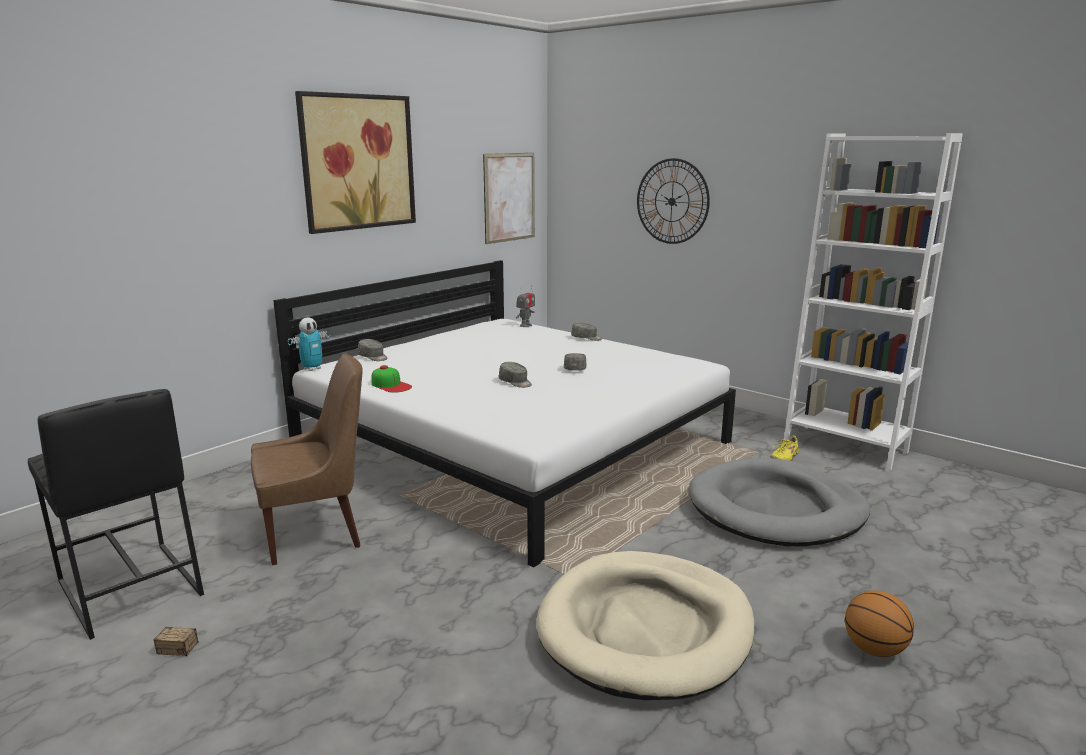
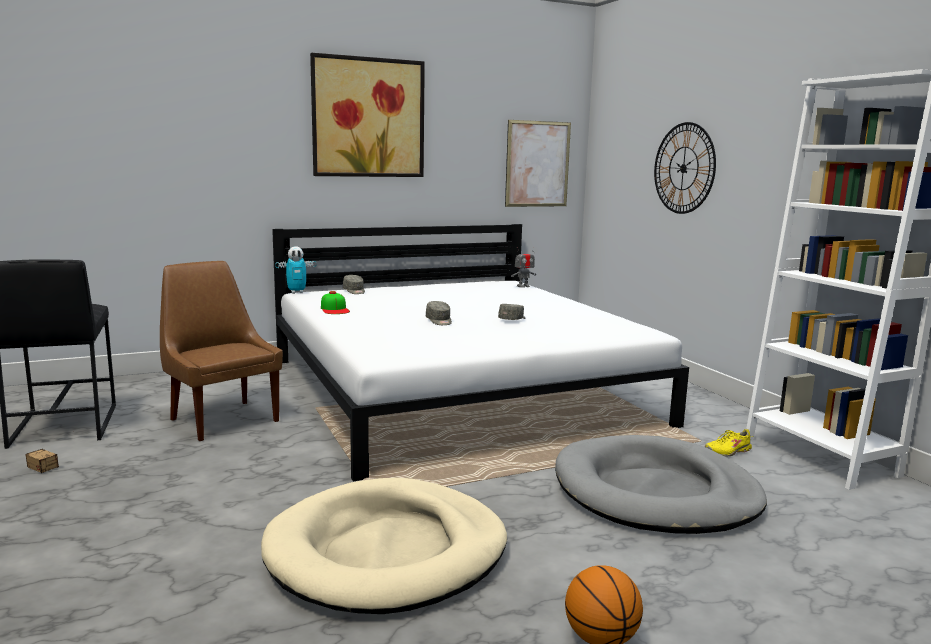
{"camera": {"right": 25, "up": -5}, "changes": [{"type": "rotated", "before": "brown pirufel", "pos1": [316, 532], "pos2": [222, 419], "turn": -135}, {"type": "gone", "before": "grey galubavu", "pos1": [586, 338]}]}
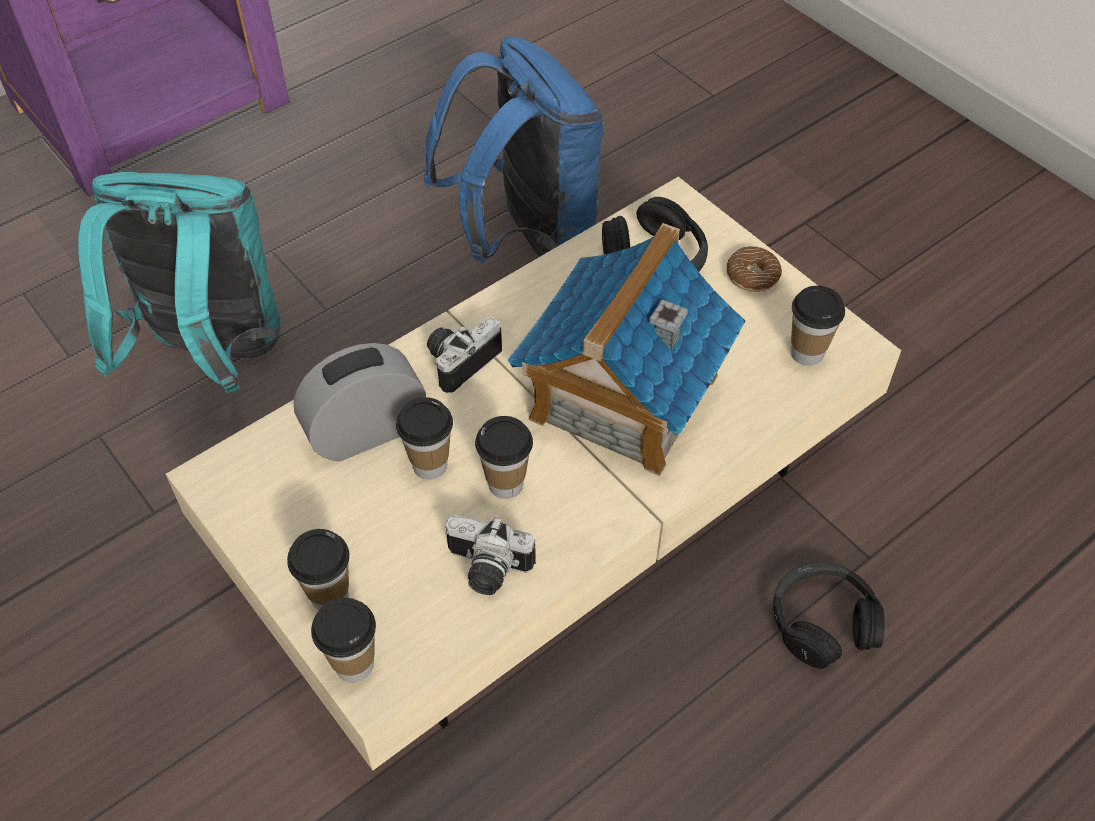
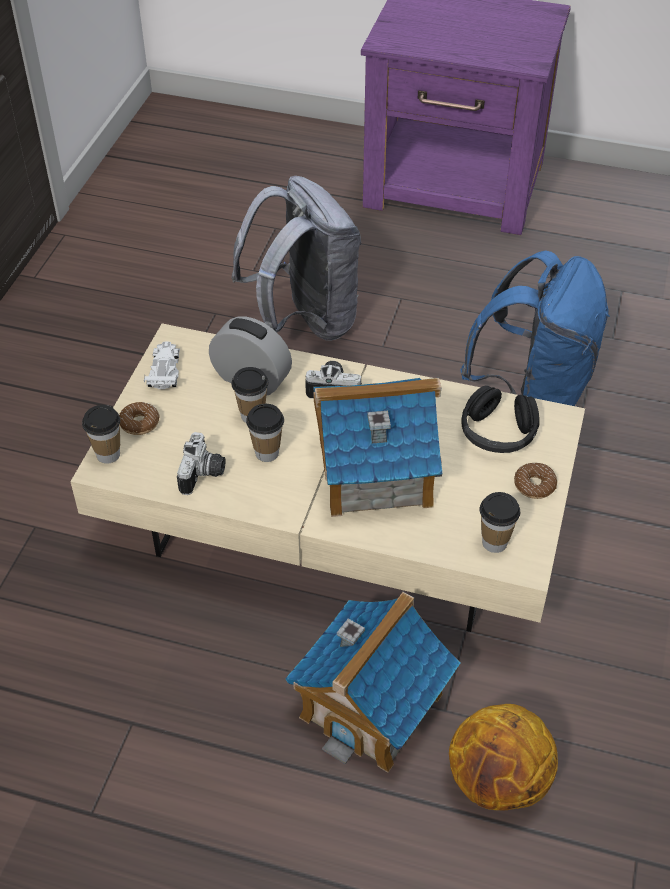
{"camera": {"right": 55, "up": -5}, "changes": [{"type": "swapped", "before": "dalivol", "after": "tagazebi", "pos1": [330, 596], "pos2": [139, 423]}, {"type": "new", "after": "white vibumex", "pos2": [164, 371]}, {"type": "rotated", "before": "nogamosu", "pos1": [486, 570], "pos2": [204, 475], "turn": -150}, {"type": "repainted", "before": "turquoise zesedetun", "after": "grey zesedetun", "pos1": [210, 356], "pos2": [304, 320]}, {"type": "swapped", "before": "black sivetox", "after": "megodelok", "pos1": [822, 621], "pos2": [372, 705]}, {"type": "new", "after": "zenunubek", "pos2": [498, 782]}]}
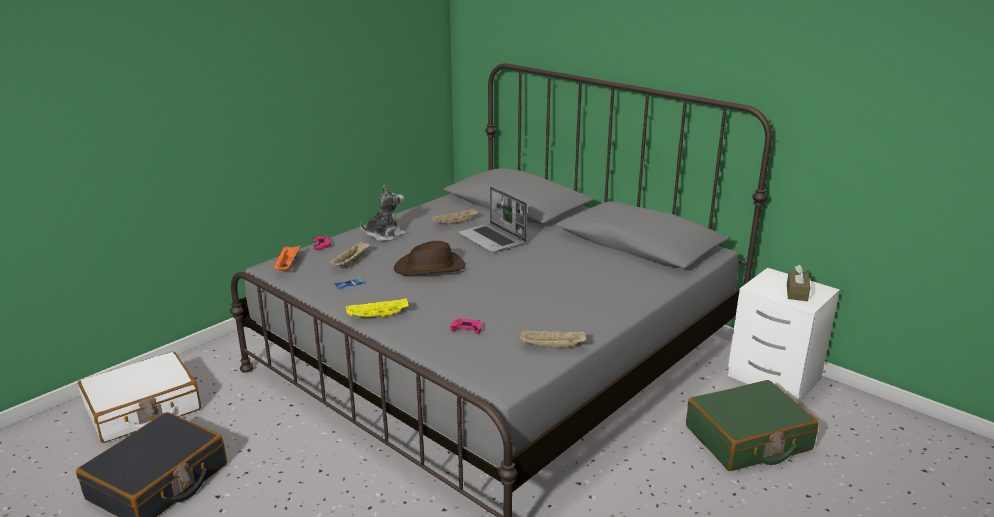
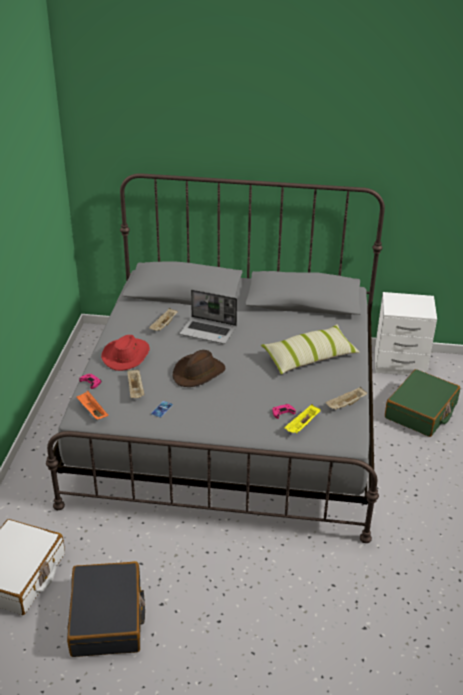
{"camera": {"right": -35, "up": 10}, "changes": [{"type": "swapped", "before": "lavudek", "after": "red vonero", "pos1": [384, 235], "pos2": [126, 355]}, {"type": "new", "after": "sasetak", "pos2": [309, 357]}, {"type": "shifted", "before": "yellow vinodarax", "pos1": [377, 317], "pos2": [302, 426]}, {"type": "gone", "before": "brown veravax", "pos1": [797, 292]}]}
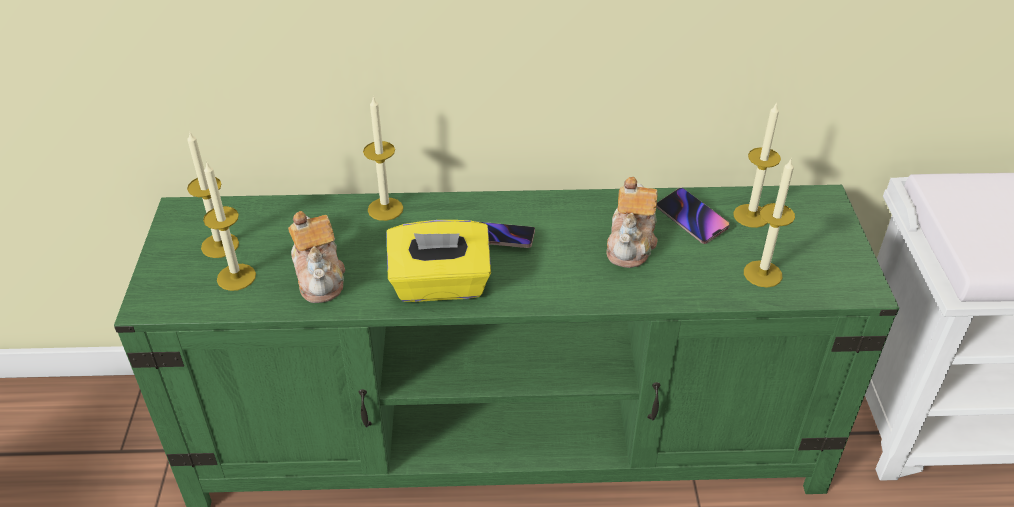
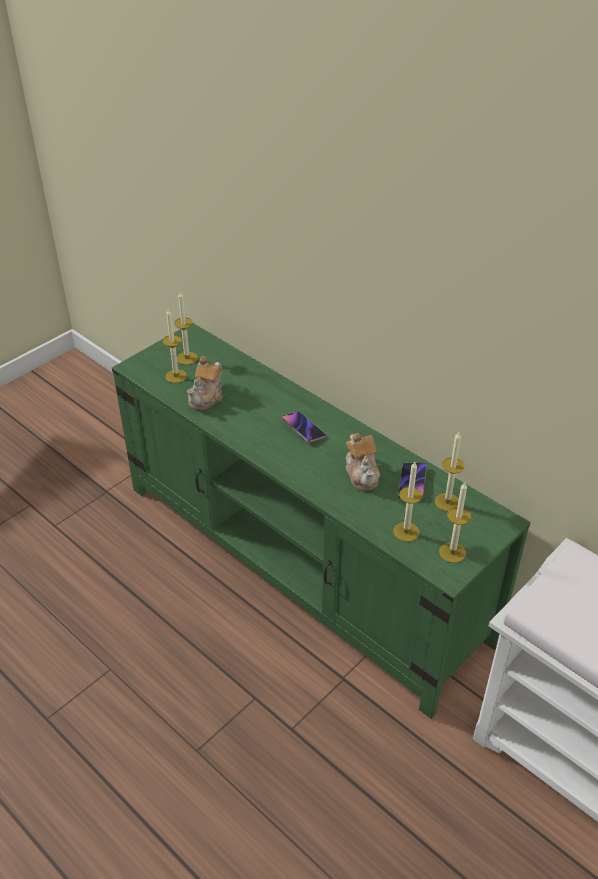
{"camera": {"right": 45, "up": 0}, "changes": [{"type": "rotated", "before": "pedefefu", "pos1": [631, 244], "pos2": [362, 474], "turn": -75}, {"type": "shifted", "before": "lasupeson", "pos1": [385, 209], "pos2": [452, 552]}, {"type": "gone", "before": "yellow veravax", "pos1": [440, 285]}]}
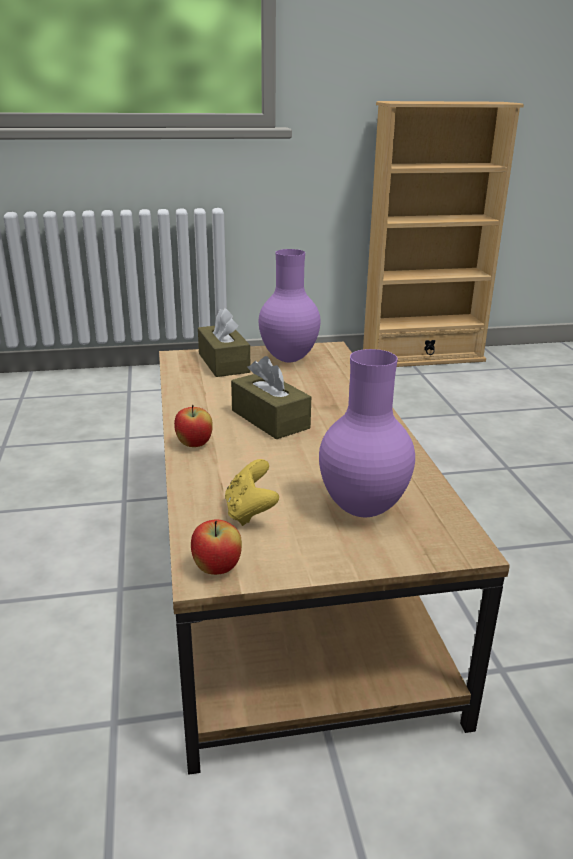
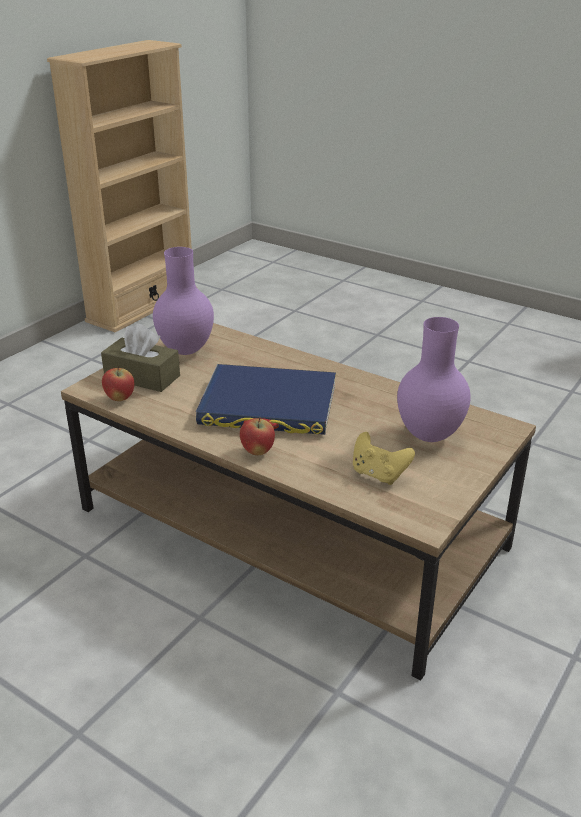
{"camera": {"right": -45, "up": 5}, "changes": [{"type": "shifted", "before": "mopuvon", "pos1": [217, 569], "pos2": [120, 399]}, {"type": "swapped", "before": "brown veravax", "after": "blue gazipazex", "pos1": [270, 419], "pos2": [268, 406]}]}
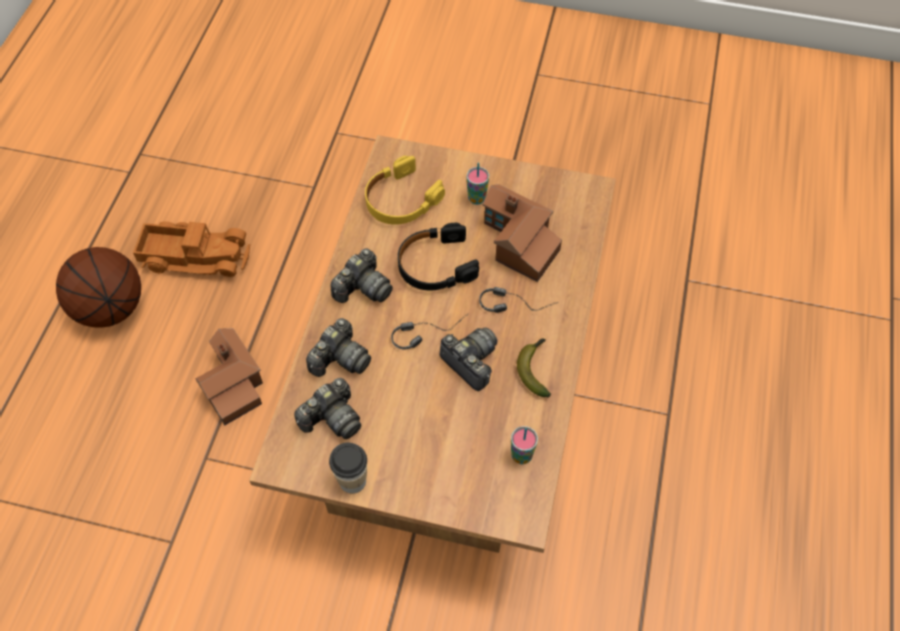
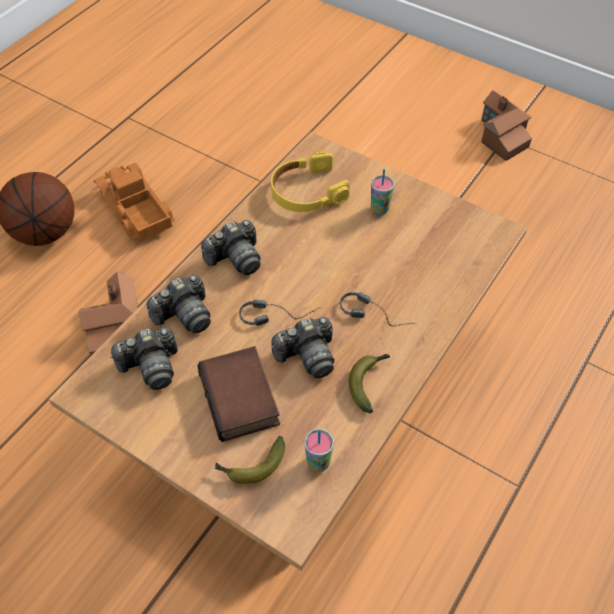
{"camera": {"right": 20, "up": -5}, "changes": [{"type": "rotated", "before": "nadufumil", "pos1": [195, 255], "pos2": [134, 210], "turn": -150}, {"type": "new", "after": "gazipazex", "pos2": [242, 398]}, {"type": "new", "after": "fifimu", "pos2": [251, 466]}, {"type": "rotated", "before": "nogamosu", "pos1": [471, 362], "pos2": [307, 356], "turn": 90}, {"type": "shifted", "before": "megodelok", "pos1": [517, 242], "pos2": [500, 136]}, {"type": "gone", "before": "dalivol", "pos1": [352, 480]}, {"type": "gone", "before": "black sivetox", "pos1": [435, 265]}]}
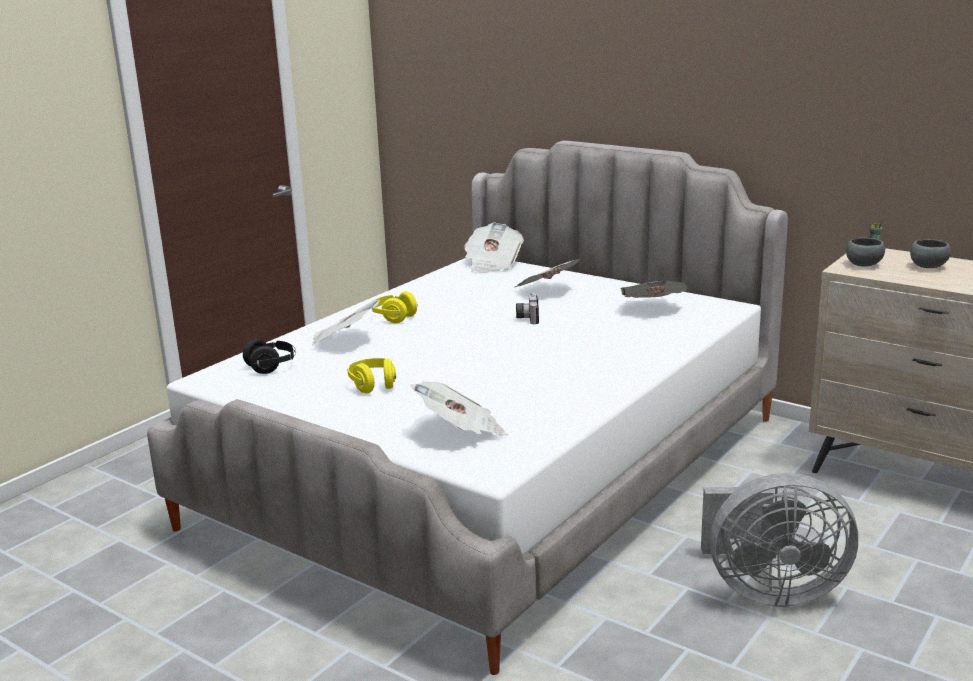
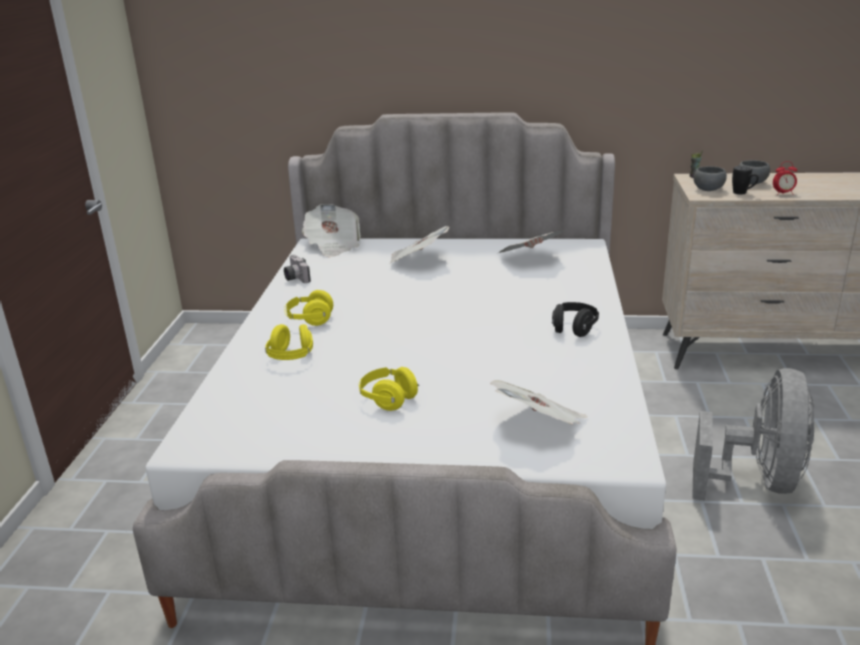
{"camera": {"right": -30, "up": 5}, "changes": [{"type": "swapped", "before": "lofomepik", "after": "yellow sivetox", "pos1": [344, 341], "pos2": [291, 357]}, {"type": "shifted", "before": "nogamosu", "pos1": [527, 317], "pos2": [295, 278]}, {"type": "shifted", "before": "black sivetox", "pos1": [271, 367], "pos2": [574, 329]}, {"type": "rotated", "before": "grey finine", "pos1": [769, 590], "pos2": [757, 481], "turn": -45}, {"type": "new", "after": "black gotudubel", "pos2": [743, 193]}, {"type": "new", "after": "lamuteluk", "pos2": [783, 193]}]}
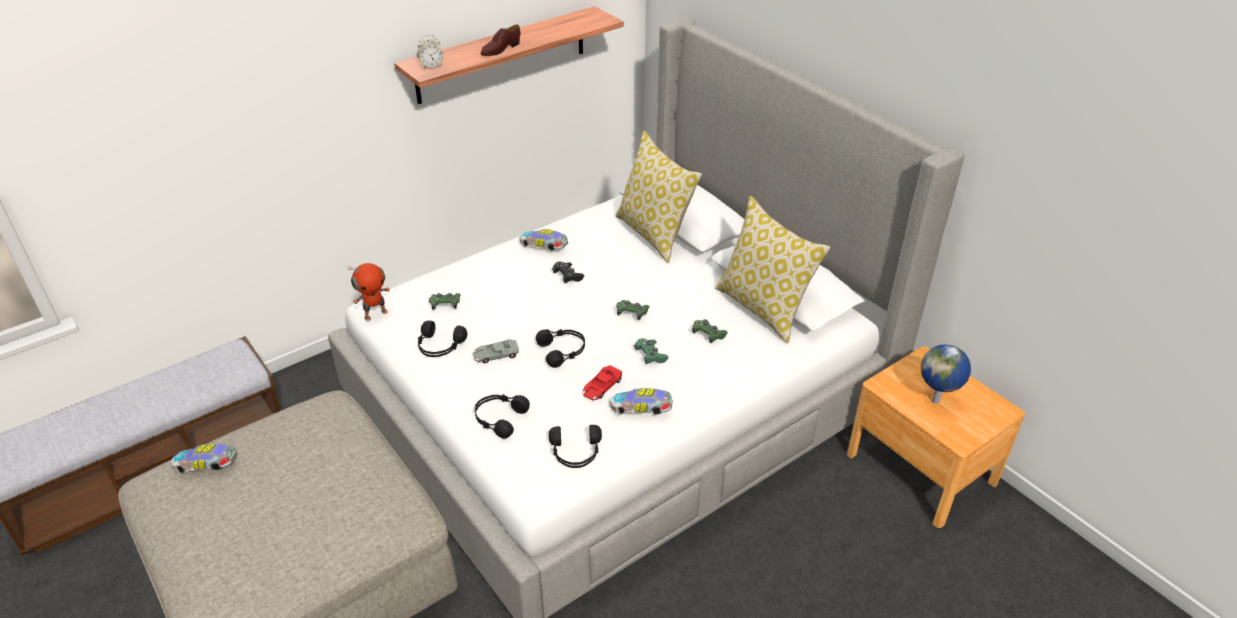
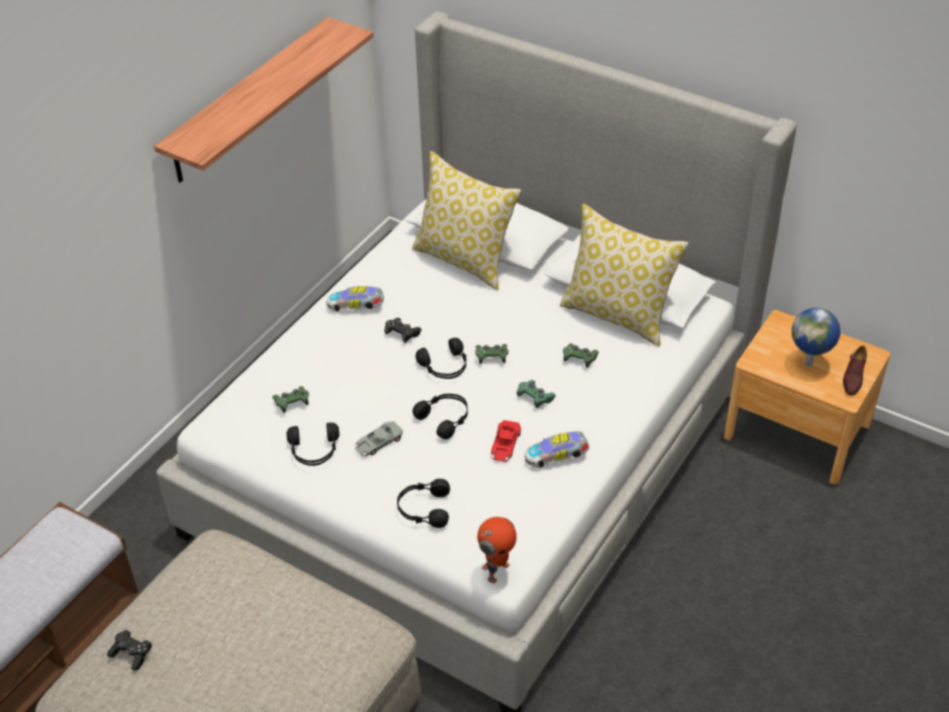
{"camera": {"right": -20, "up": 5}, "changes": [{"type": "swapped", "before": "vibumex", "after": "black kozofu", "pos1": [207, 465], "pos2": [131, 654]}, {"type": "shifted", "before": "black sivetox", "pos1": [576, 453], "pos2": [445, 367]}, {"type": "shifted", "before": "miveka", "pos1": [375, 314], "pos2": [497, 571]}, {"type": "shifted", "before": "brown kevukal", "pos1": [500, 49], "pos2": [853, 378]}, {"type": "gone", "before": "lamuteluk", "pos1": [431, 66]}]}
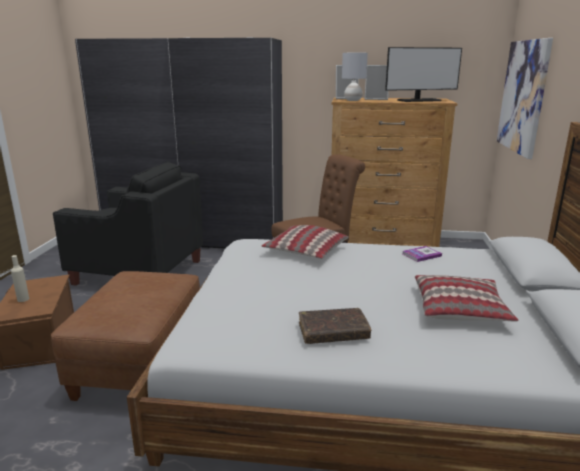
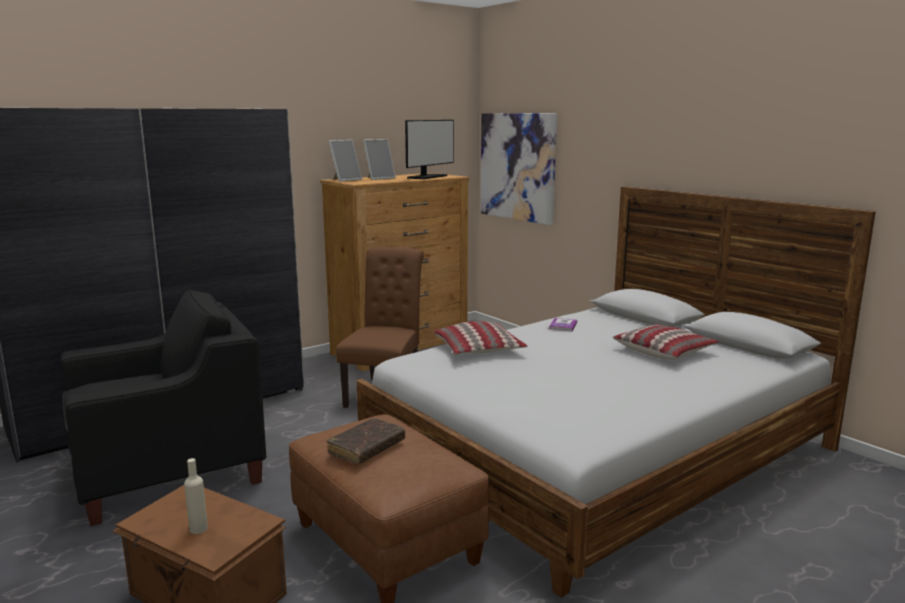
{"camera": {"right": -45, "up": -5}, "changes": [{"type": "shifted", "before": "brown gazipazex", "pos1": [333, 333], "pos2": [366, 448]}, {"type": "gone", "before": "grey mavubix", "pos1": [353, 100]}]}
